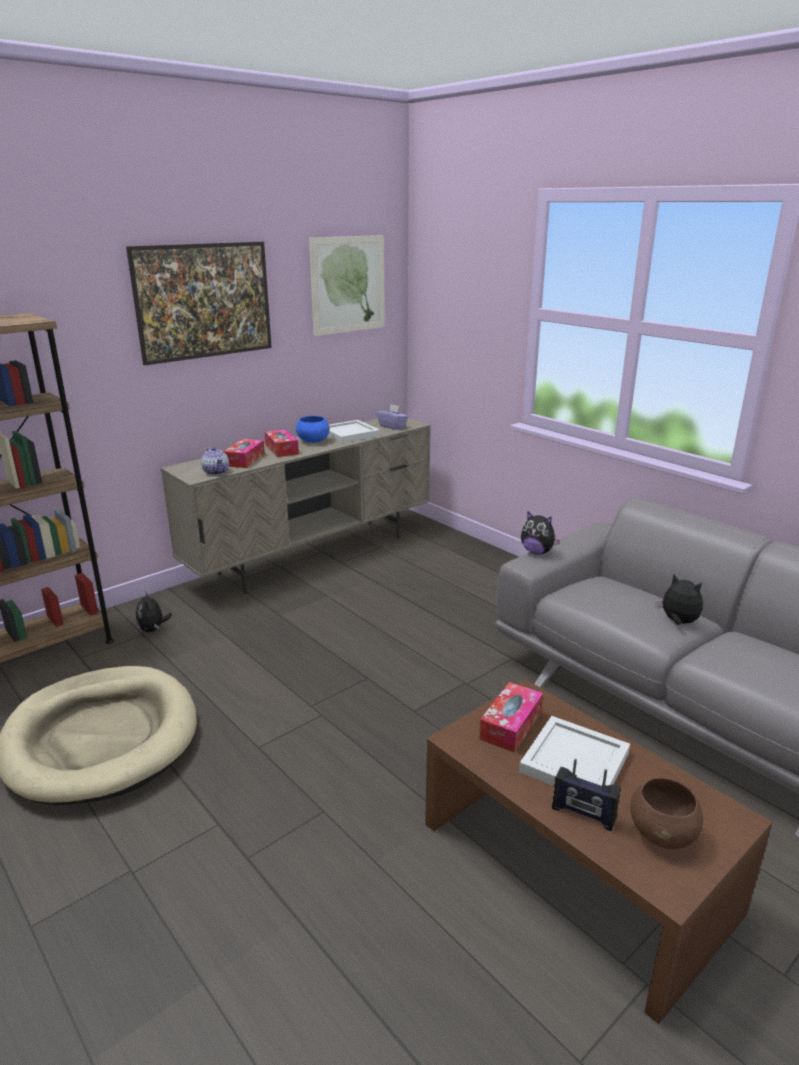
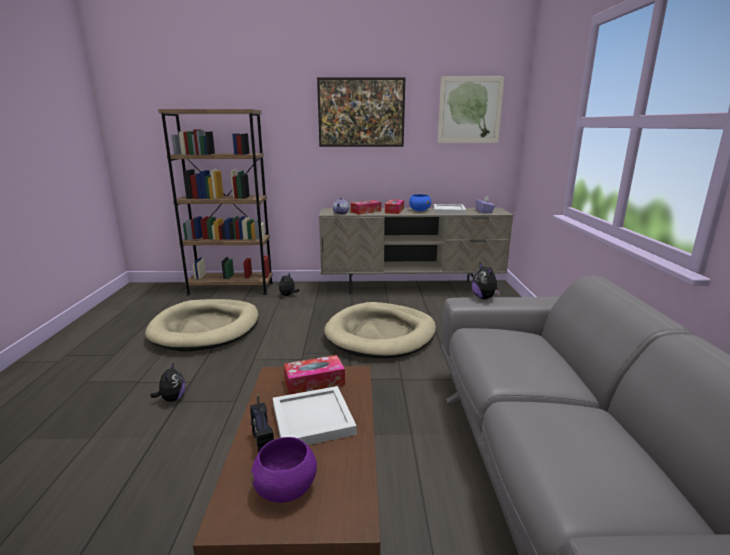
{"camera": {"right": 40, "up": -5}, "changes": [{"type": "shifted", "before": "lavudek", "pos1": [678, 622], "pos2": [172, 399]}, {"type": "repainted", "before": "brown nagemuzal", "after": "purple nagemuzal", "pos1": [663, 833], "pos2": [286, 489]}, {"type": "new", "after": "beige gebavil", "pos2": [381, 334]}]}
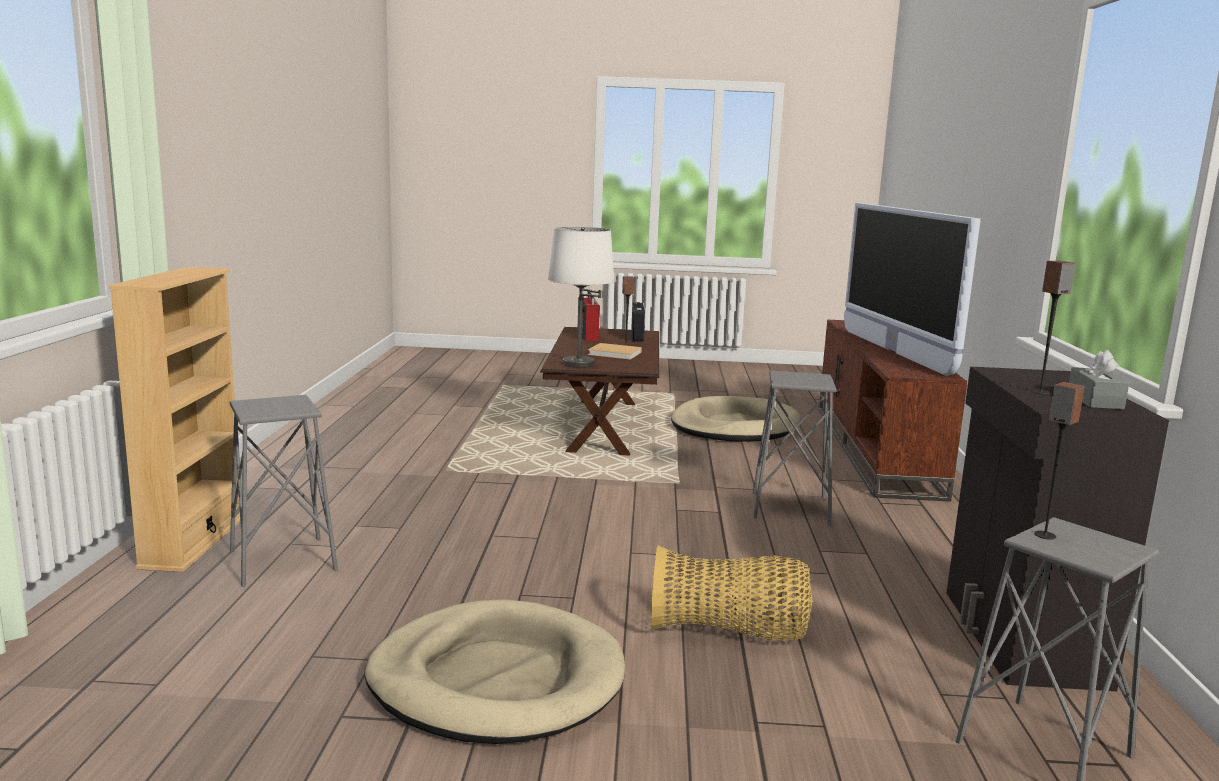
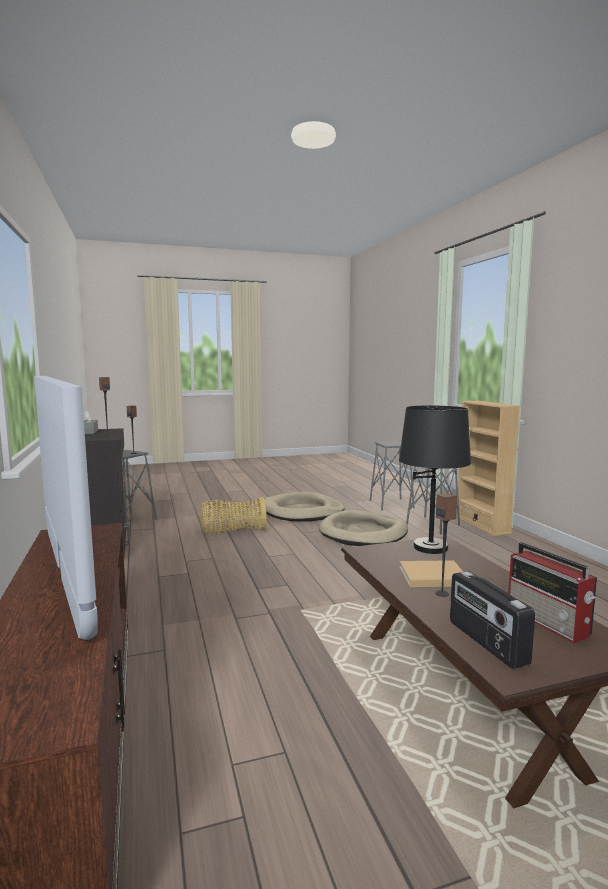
{"camera": {"right": 160, "up": -5}, "changes": [{"type": "shifted", "before": "beige gebavil", "pos1": [734, 426], "pos2": [363, 533]}, {"type": "shifted", "before": "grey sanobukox", "pos1": [790, 509], "pos2": [391, 504]}, {"type": "repainted", "before": "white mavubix", "after": "black mavubix", "pos1": [578, 364], "pos2": [430, 547]}]}
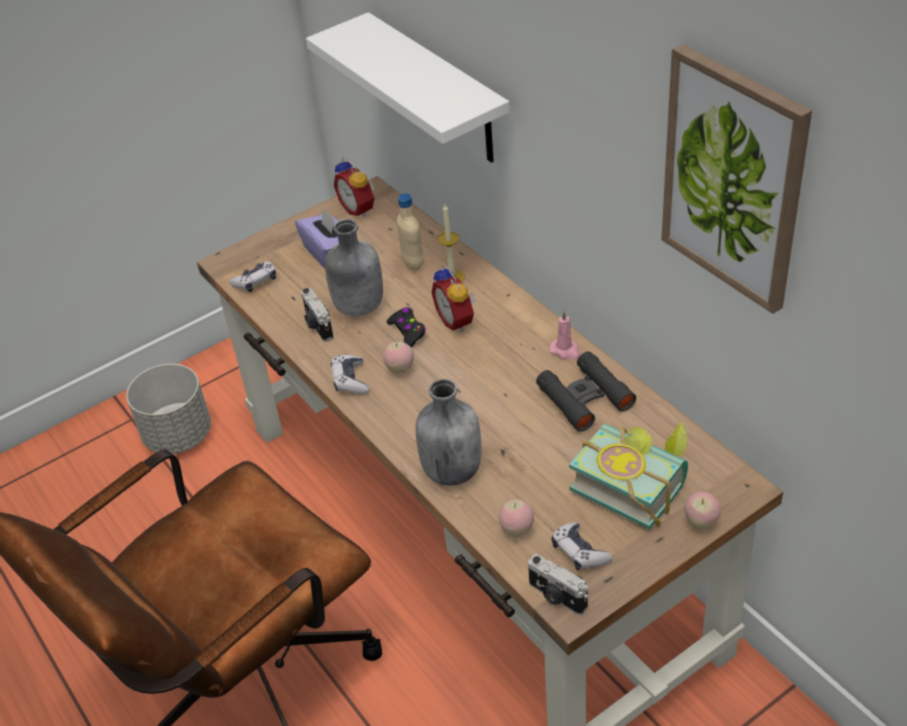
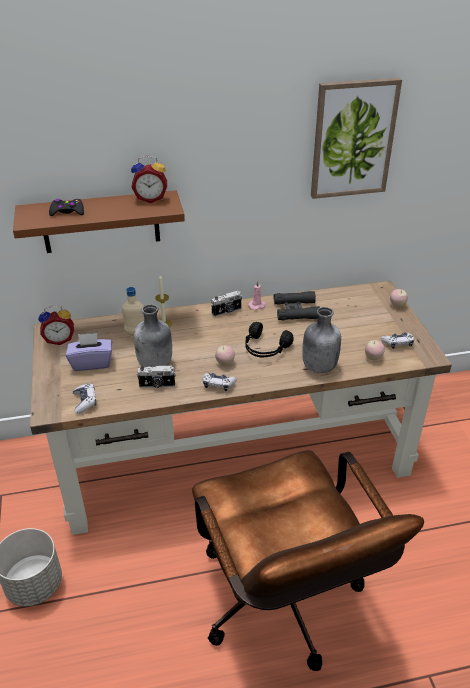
{"camera": {"right": -70, "up": -5}, "changes": [{"type": "repainted", "before": "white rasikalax", "after": "brown rasikalax", "pos1": [438, 90], "pos2": [101, 222]}, {"type": "shifted", "before": "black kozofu", "pos1": [408, 331], "pos2": [67, 212]}, {"type": "shifted", "before": "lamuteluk", "pos1": [457, 320], "pos2": [151, 198]}, {"type": "shifted", "before": "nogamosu", "pos1": [556, 597], "pos2": [227, 311]}, {"type": "new", "after": "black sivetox", "pos2": [265, 348]}, {"type": "gone", "before": "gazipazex", "pos1": [634, 482]}]}
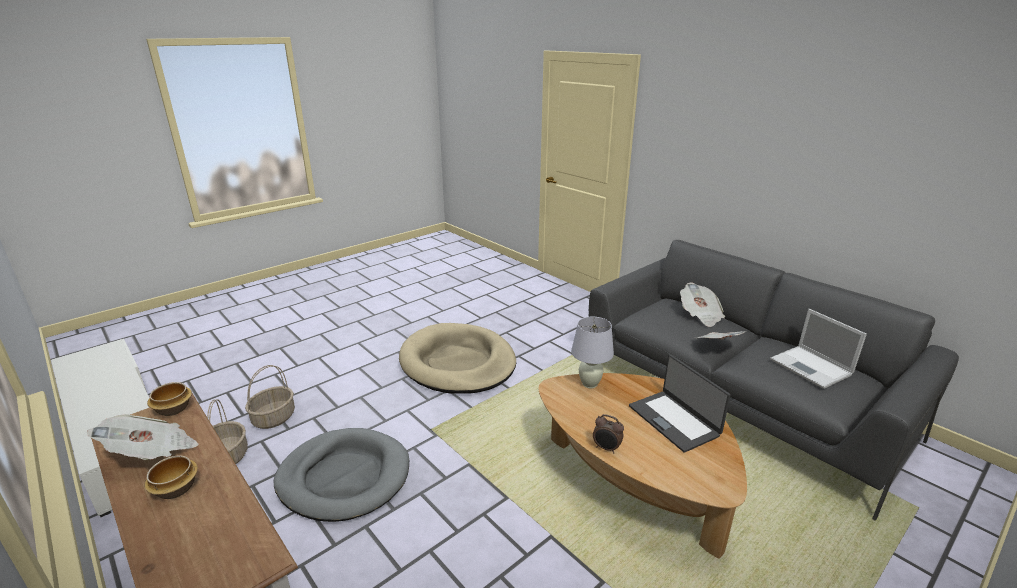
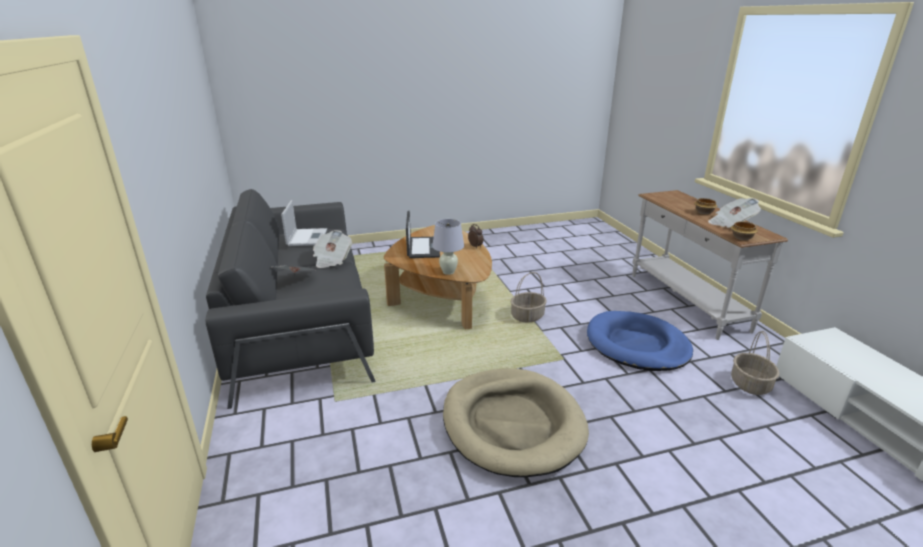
{"camera": {"right": -155, "up": 0}, "changes": [{"type": "shifted", "before": "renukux", "pos1": [274, 417], "pos2": [527, 316]}, {"type": "repainted", "before": "grey gebavil", "after": "blue gebavil", "pos1": [344, 477], "pos2": [637, 345]}]}
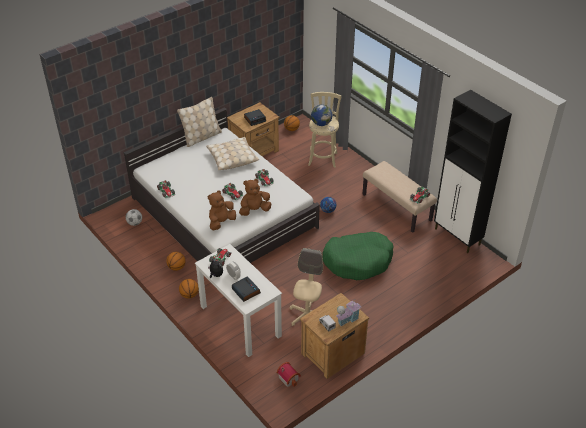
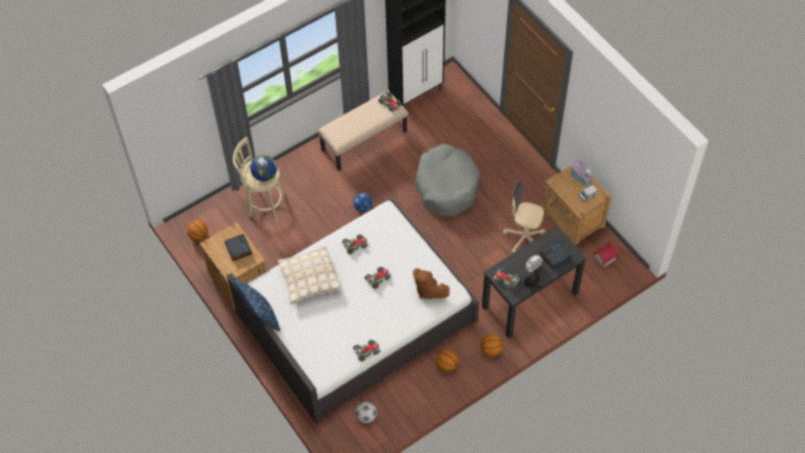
{"camera": {"right": -85, "up": 15}, "changes": [{"type": "repainted", "before": "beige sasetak", "after": "blue sasetak", "pos1": [201, 137], "pos2": [259, 314]}, {"type": "repainted", "before": "green gebavil", "after": "grey gebavil", "pos1": [358, 261], "pos2": [447, 186]}, {"type": "repainted", "before": "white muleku", "after": "black muleku", "pos1": [240, 321], "pos2": [529, 300]}, {"type": "gone", "before": "brown lavudek", "pos1": [254, 210]}]}
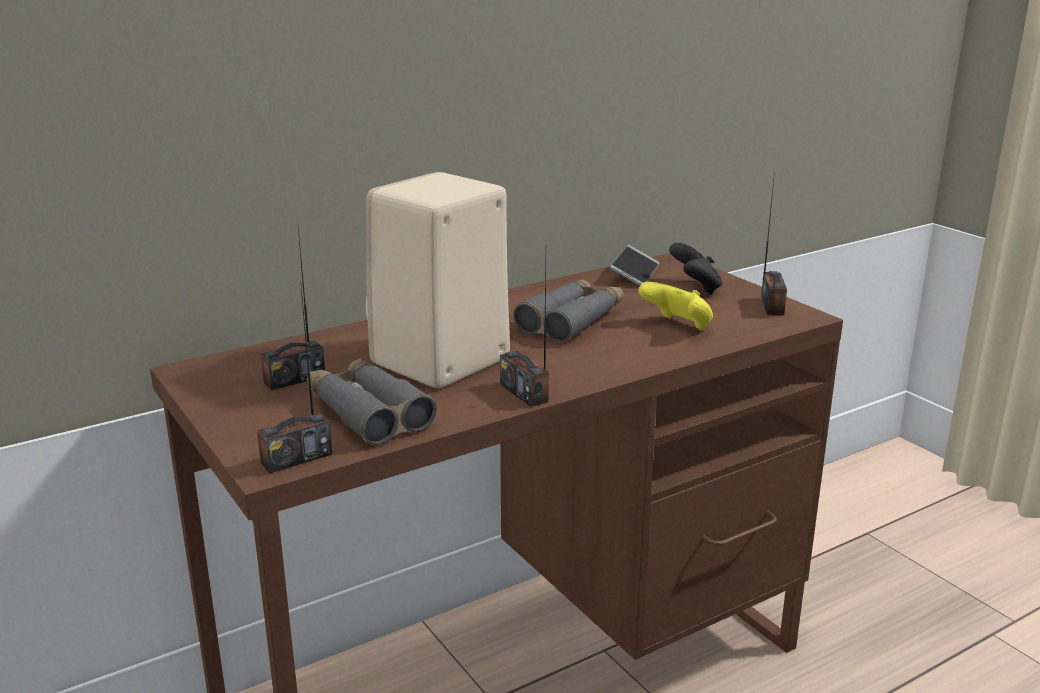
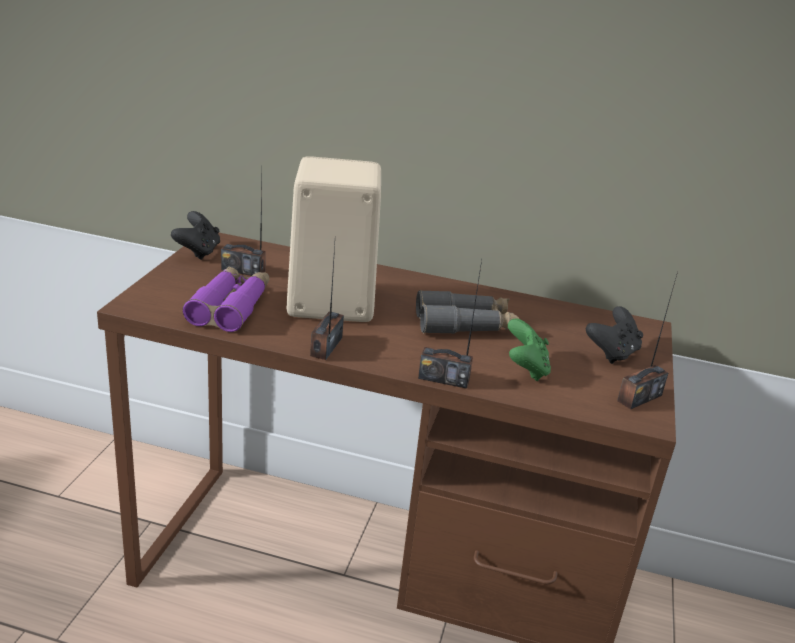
{"camera": {"right": 45, "up": 5}, "changes": [{"type": "new", "after": "black kozofu", "pos2": [198, 252]}, {"type": "repainted", "before": "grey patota", "after": "purple patota", "pos1": [367, 413], "pos2": [230, 307]}, {"type": "shifted", "before": "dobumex", "pos1": [296, 458], "pos2": [444, 379]}, {"type": "repainted", "before": "yellow kozofu", "after": "green kozofu", "pos1": [678, 327], "pos2": [525, 369]}, {"type": "gone", "before": "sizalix", "pos1": [634, 273]}]}
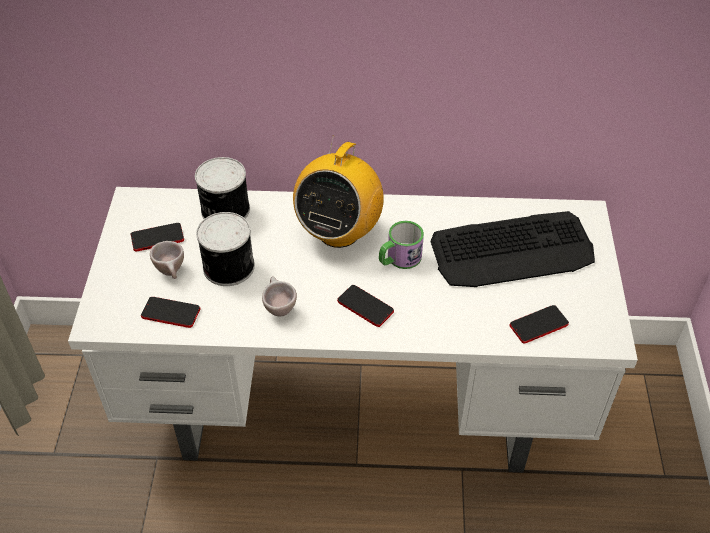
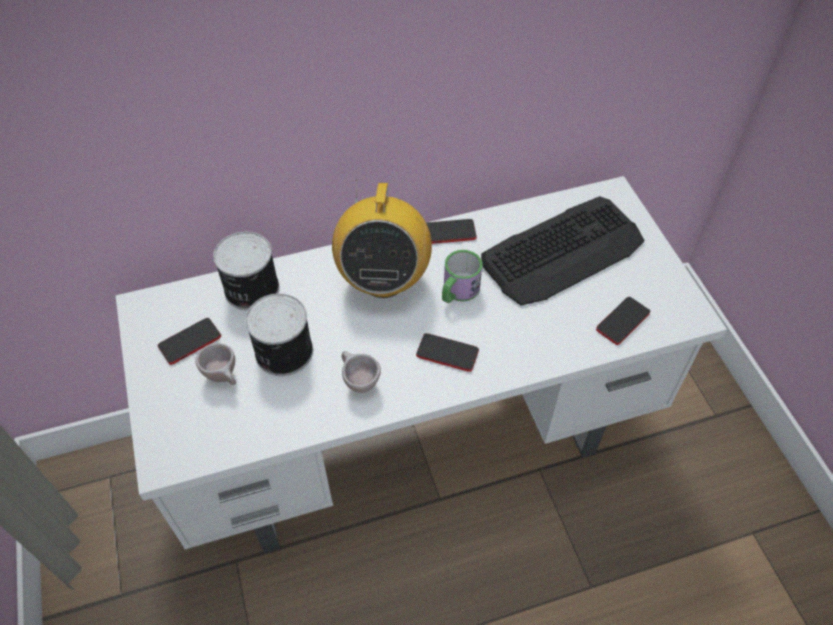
{"camera": {"right": -20, "up": 5}, "changes": [{"type": "shifted", "before": "sizalix", "pos1": [171, 313], "pos2": [449, 232]}]}
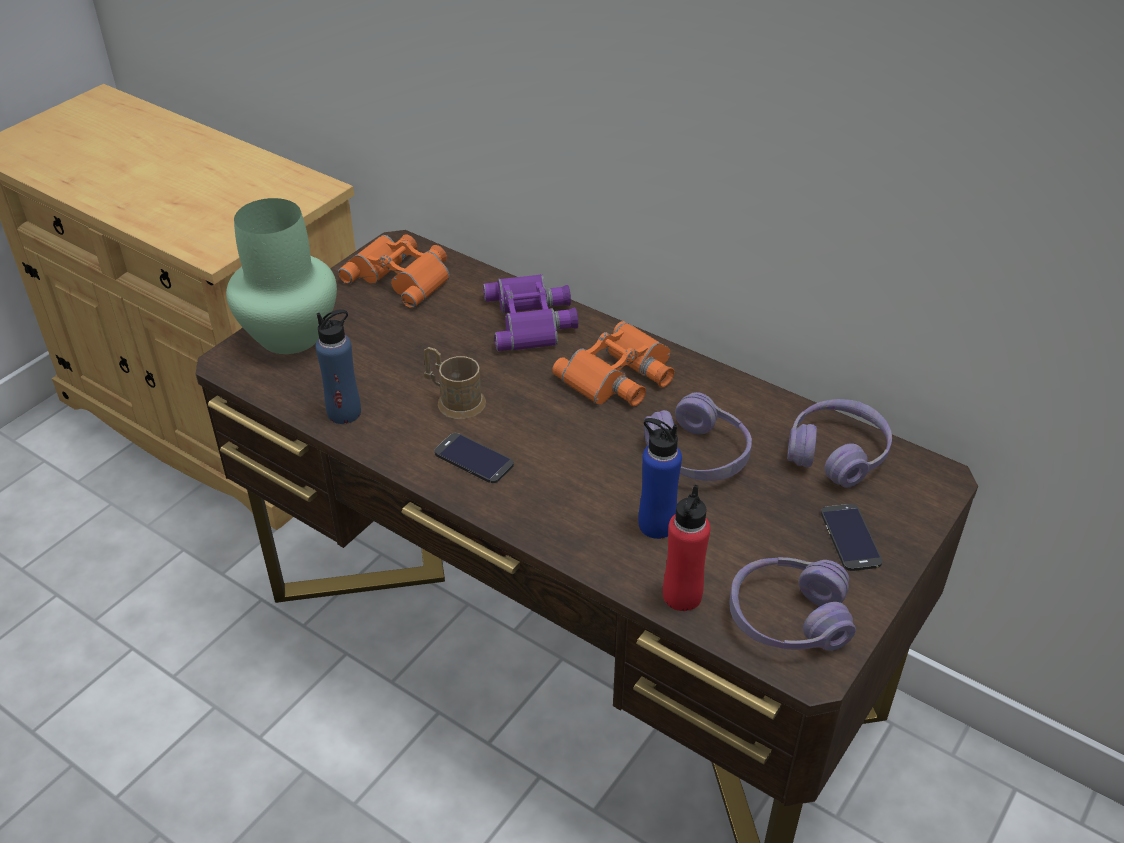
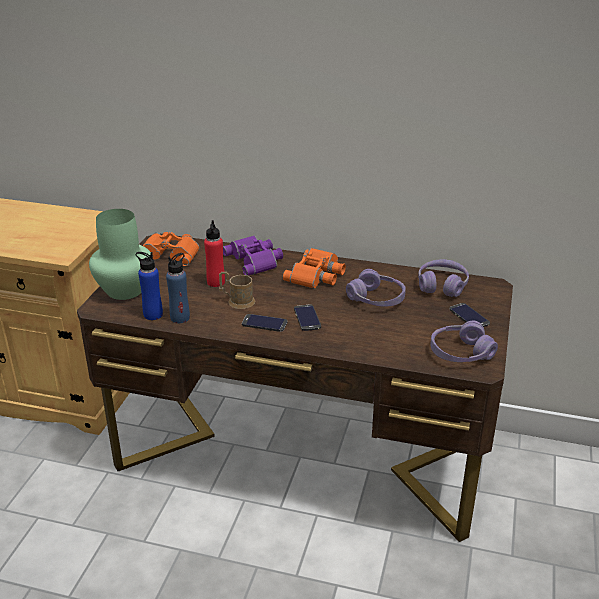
{"camera": {"right": -20, "up": -10}, "changes": [{"type": "shifted", "before": "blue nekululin", "pos1": [656, 525], "pos2": [153, 314]}, {"type": "shifted", "before": "red nekululin", "pos1": [682, 596], "pos2": [216, 282]}, {"type": "new", "after": "sizalix", "pos2": [307, 318]}]}
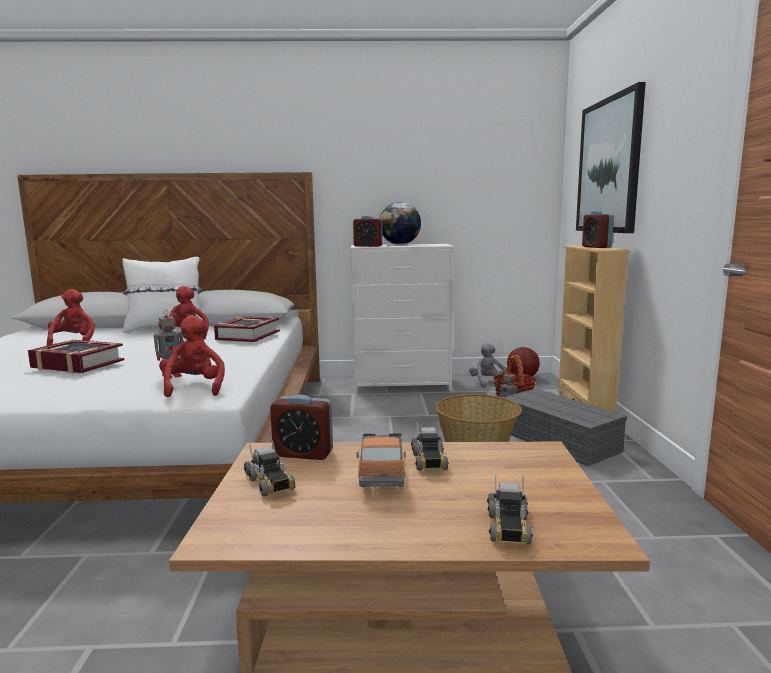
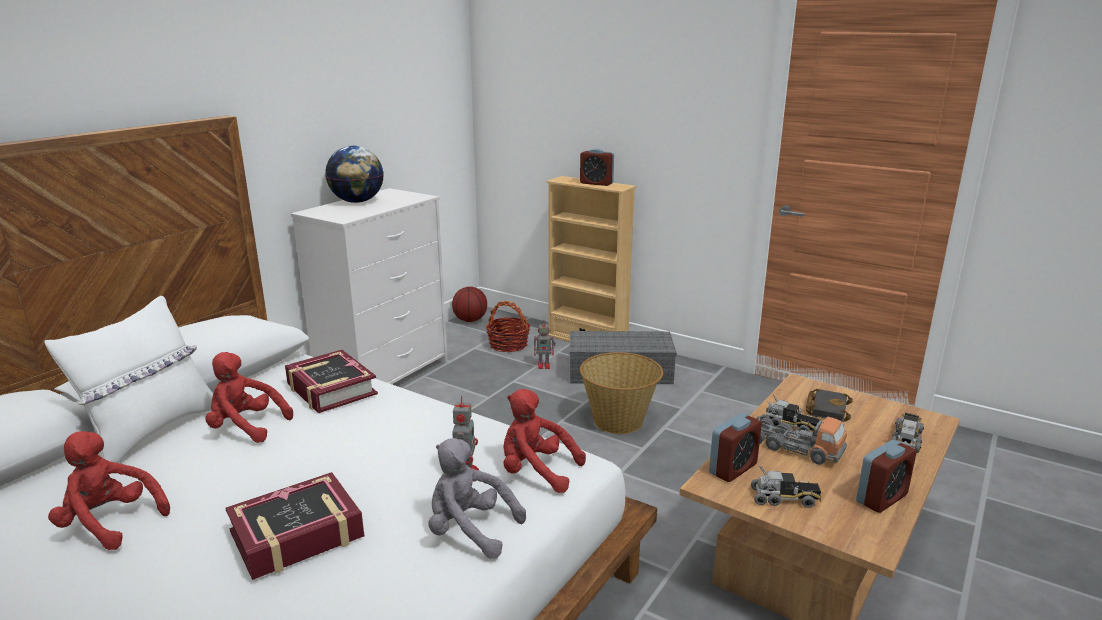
{"camera": {"right": -55, "up": 10}, "changes": [{"type": "shifted", "before": "grey lavudek", "pos1": [488, 383], "pos2": [469, 531]}, {"type": "new", "after": "black gazipazex", "pos2": [826, 408]}, {"type": "shifted", "before": "lamuteluk", "pos1": [368, 246], "pos2": [881, 498]}, {"type": "rotated", "before": "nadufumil", "pos1": [508, 527], "pos2": [906, 438], "turn": -105}, {"type": "gone", "before": "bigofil", "pos1": [609, 166]}]}
